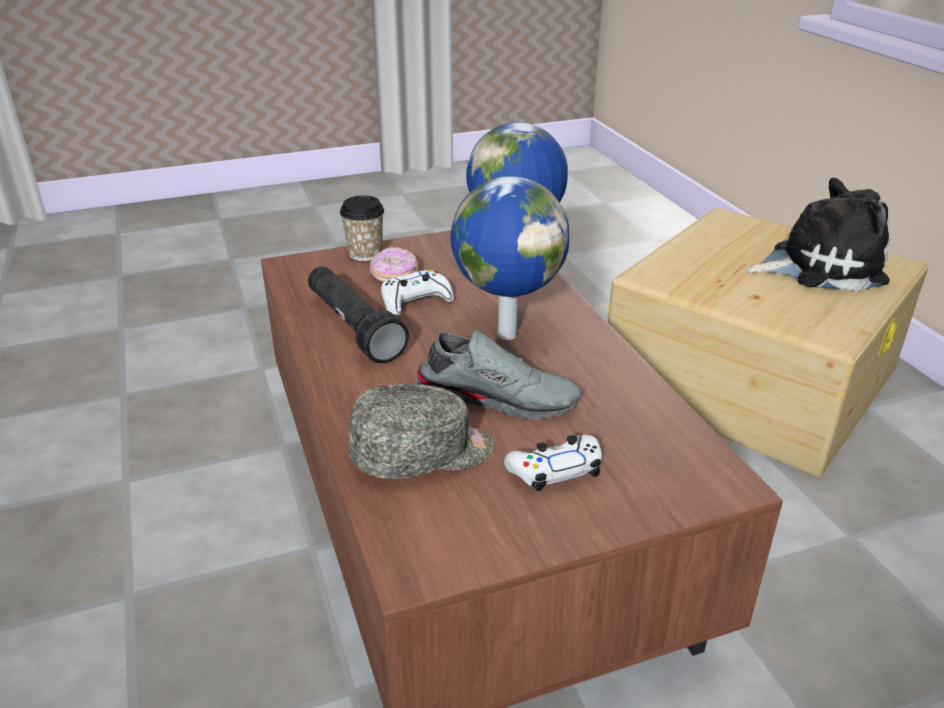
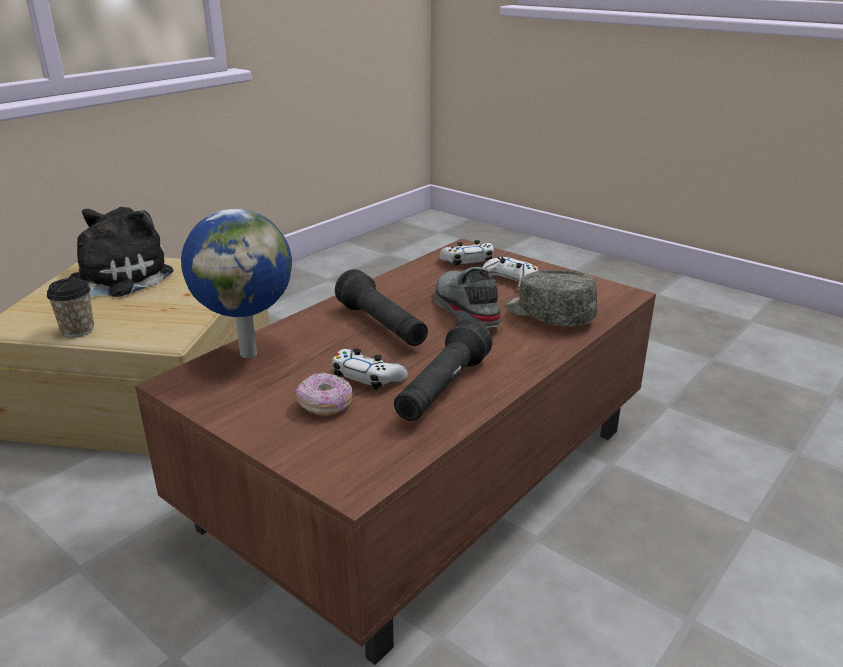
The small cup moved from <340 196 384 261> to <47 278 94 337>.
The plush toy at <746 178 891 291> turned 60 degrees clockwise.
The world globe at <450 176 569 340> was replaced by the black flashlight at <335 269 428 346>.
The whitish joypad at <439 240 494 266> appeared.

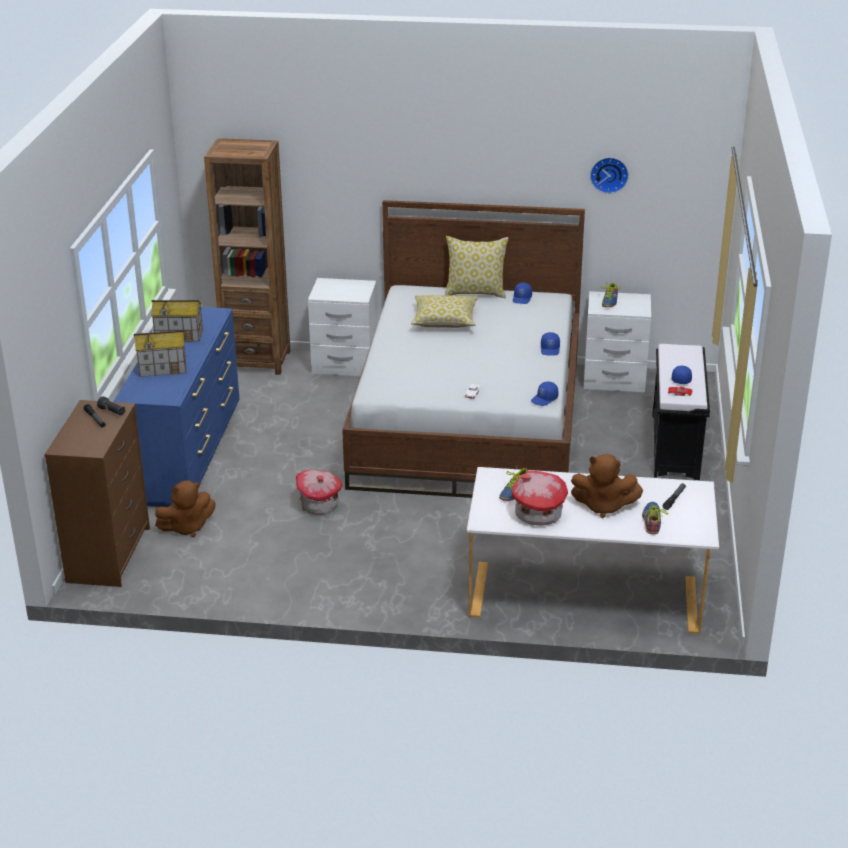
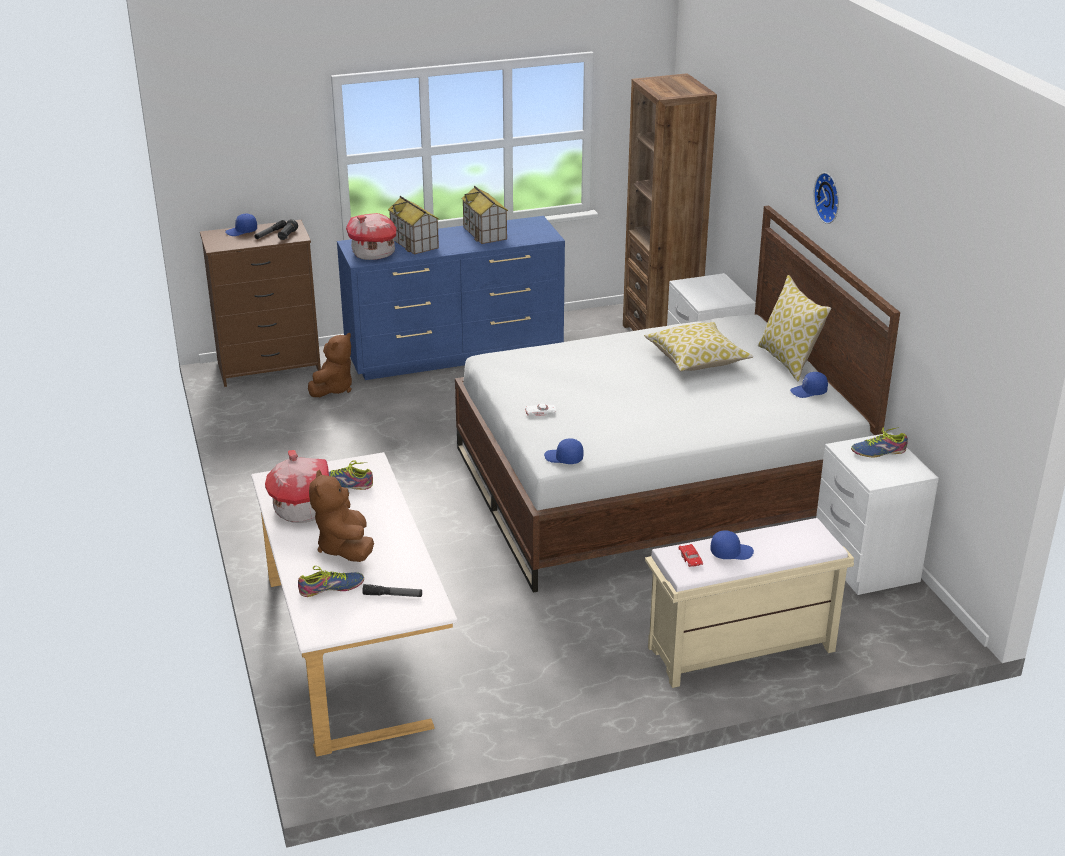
The bluish peaked cap moved from <541 332 560 356> to <225 214 257 236>.
The brown plush toy at <155 480 216 537> turned 105 degrees counterclockwise.
The miniature house moved from <296 469 342 515> to <346 213 396 260>.
The black bench at <652 344 710 480> became the beige-coloured bench at <645 518 854 688>.
The wall clock moved from <590 157 629 194> to <813 172 839 224>.

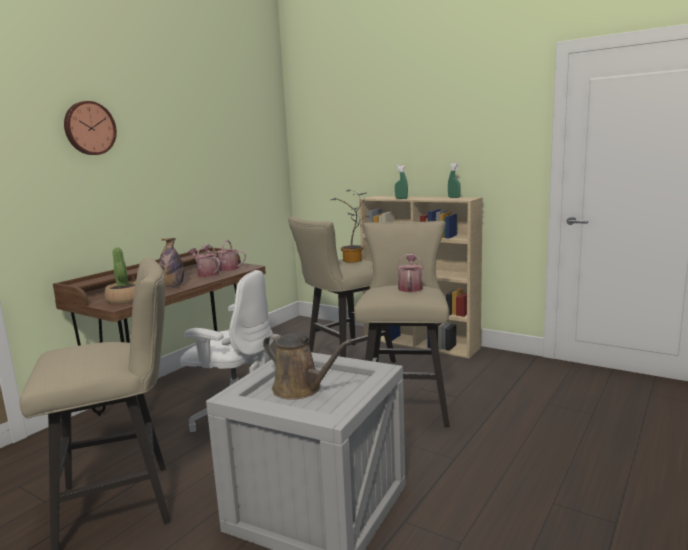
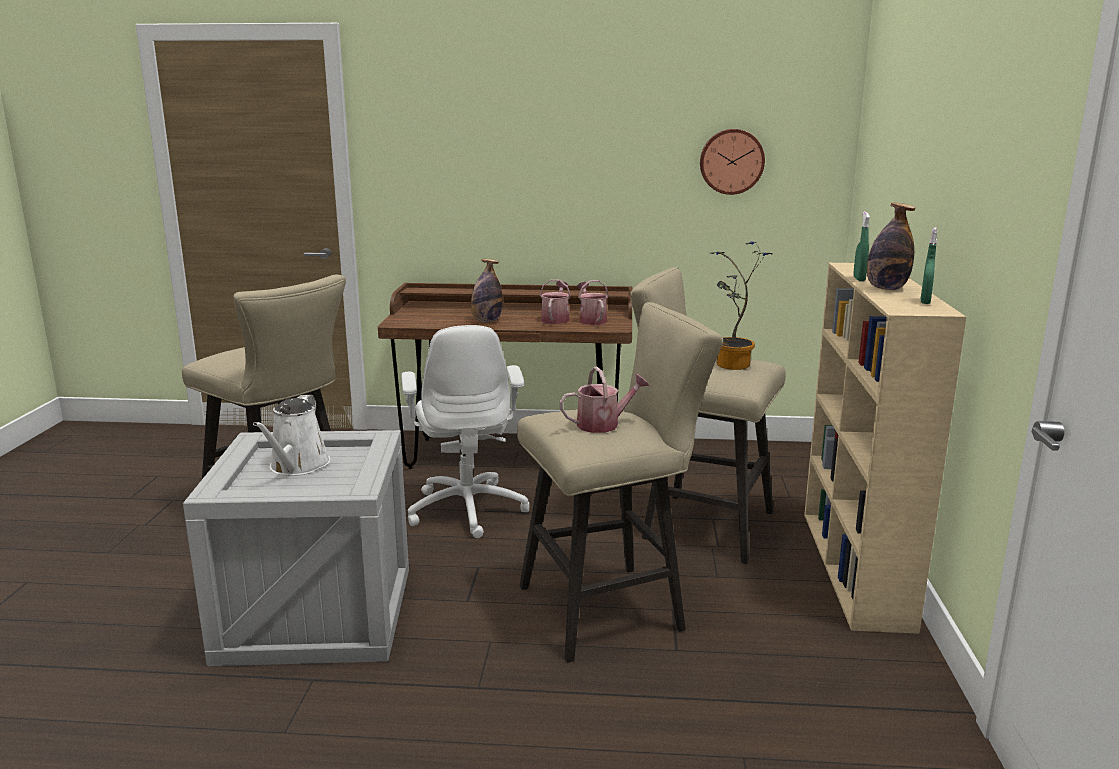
The brown watering can at <263 334 351 400> became the whitish watering can at <253 395 331 476>.
The wall clock moved from <64 101 117 155> to <700 129 765 195>.
The bottle at <867 203 916 290> appeared.
The potted plant at <105 248 136 304> disappeared.

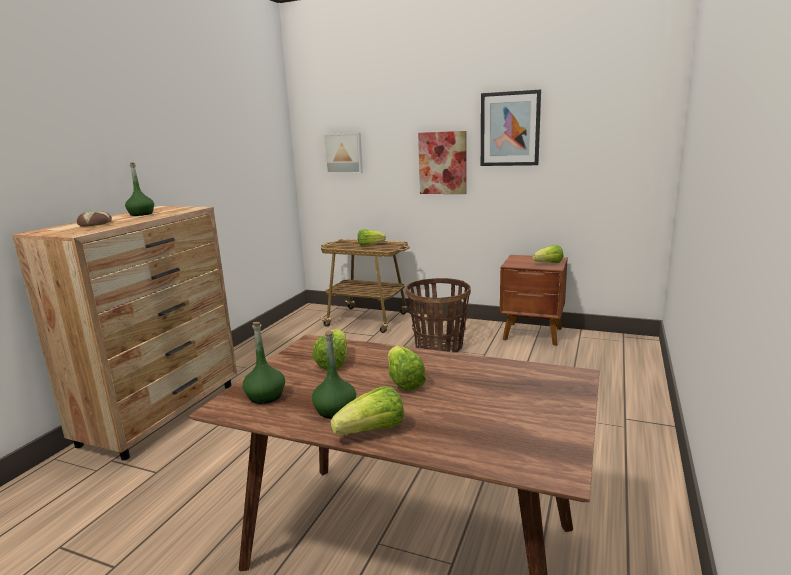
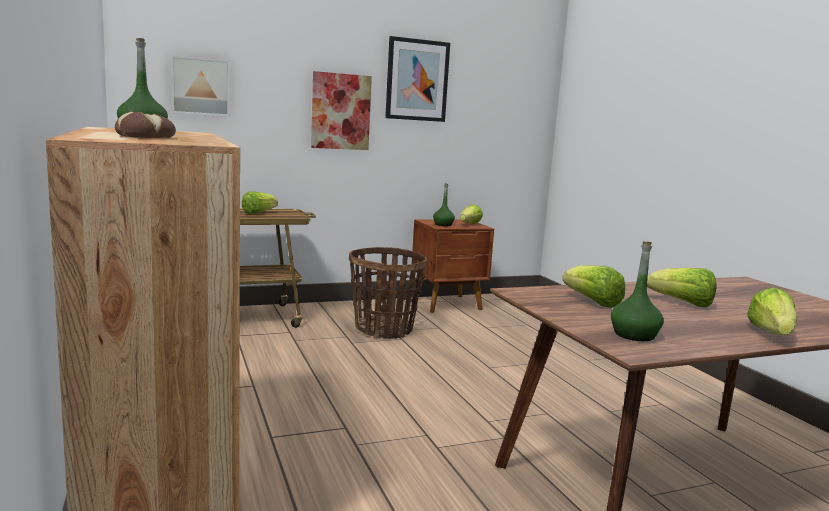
The greenish bottle moved from <312 331 356 419> to <433 183 455 226>.

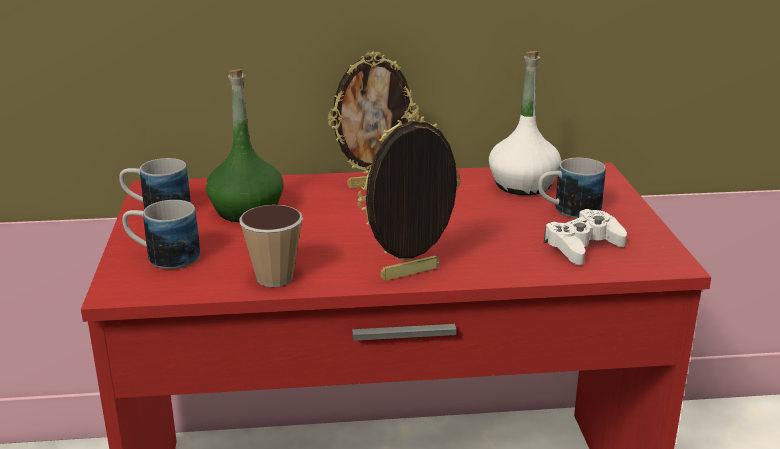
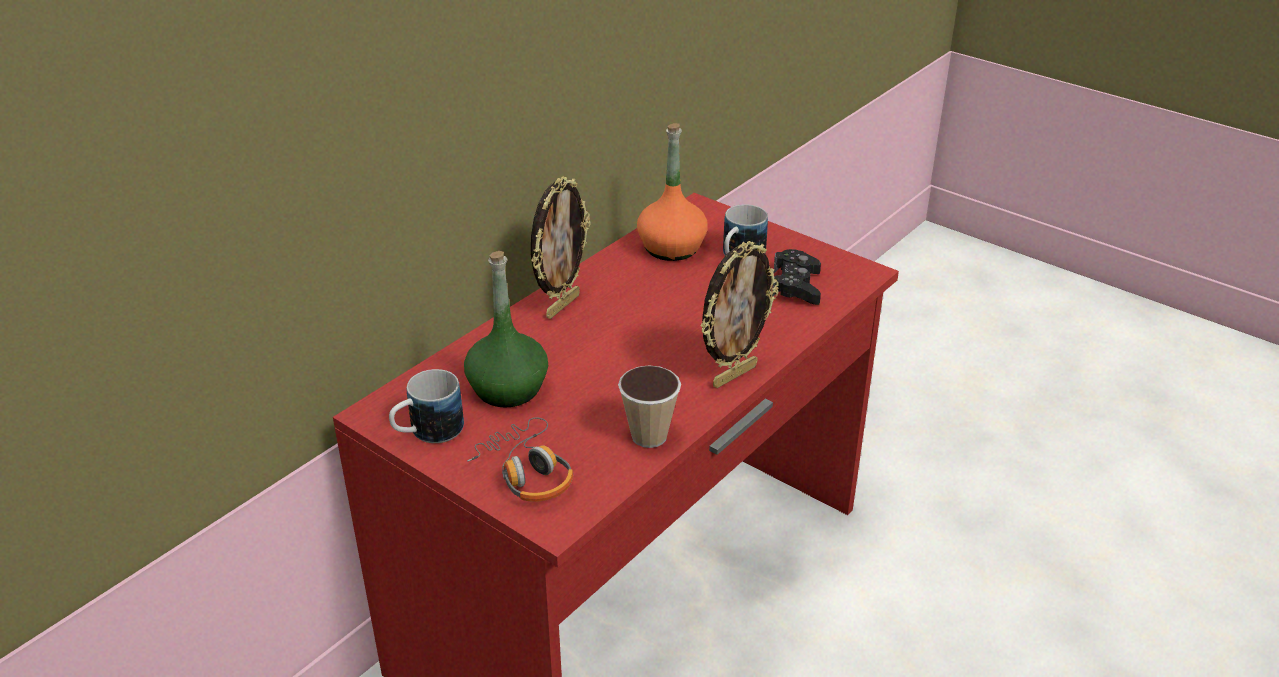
The coffee mug at <122 200 200 269> was replaced by the headphones at <467 417 573 502>.
The whitish bottle at <489 51 561 195> became the orangey bottle at <637 123 708 261>.
The standing frame at <358 113 461 281> turned 150 degrees counterclockwise.
The whitish joypad at <544 209 627 265> became the black joypad at <772 249 821 305>.

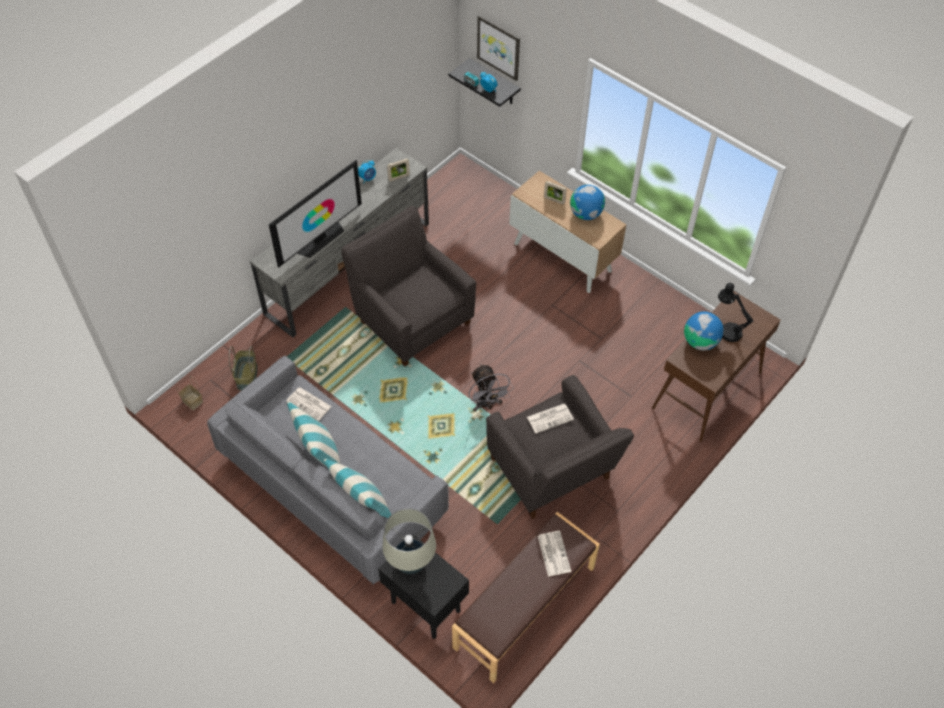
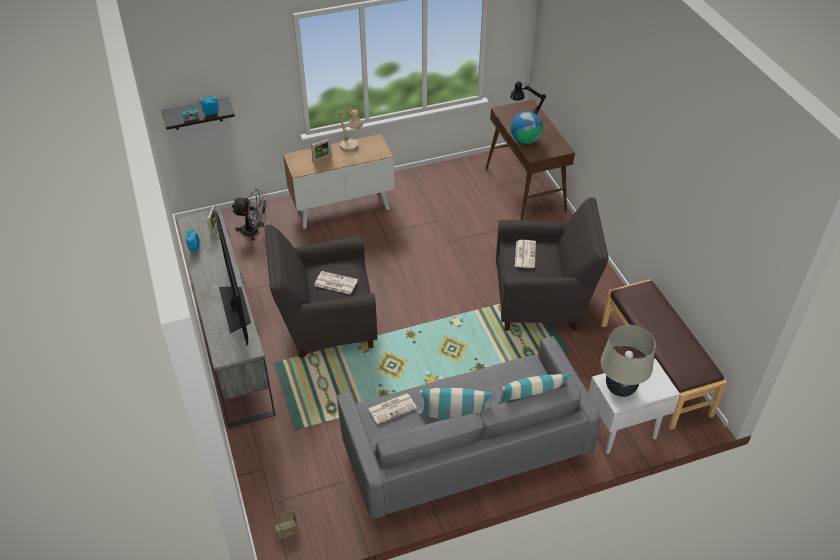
The greyish cooling fan moved from <468 364 513 411> to <232 189 269 241>.
The printed paper moved from <538 531 571 577> to <314 271 358 294>.
The world globe at <570 185 605 220> was replaced by the beige-coloured table lamp at <338 109 363 152>.
The black side table at <378 534 469 639> became the whitish side table at <589 358 680 454>.
The household basket at <229 346 258 391> disappeared.
The wall art at <477 15 520 81> disappeared.

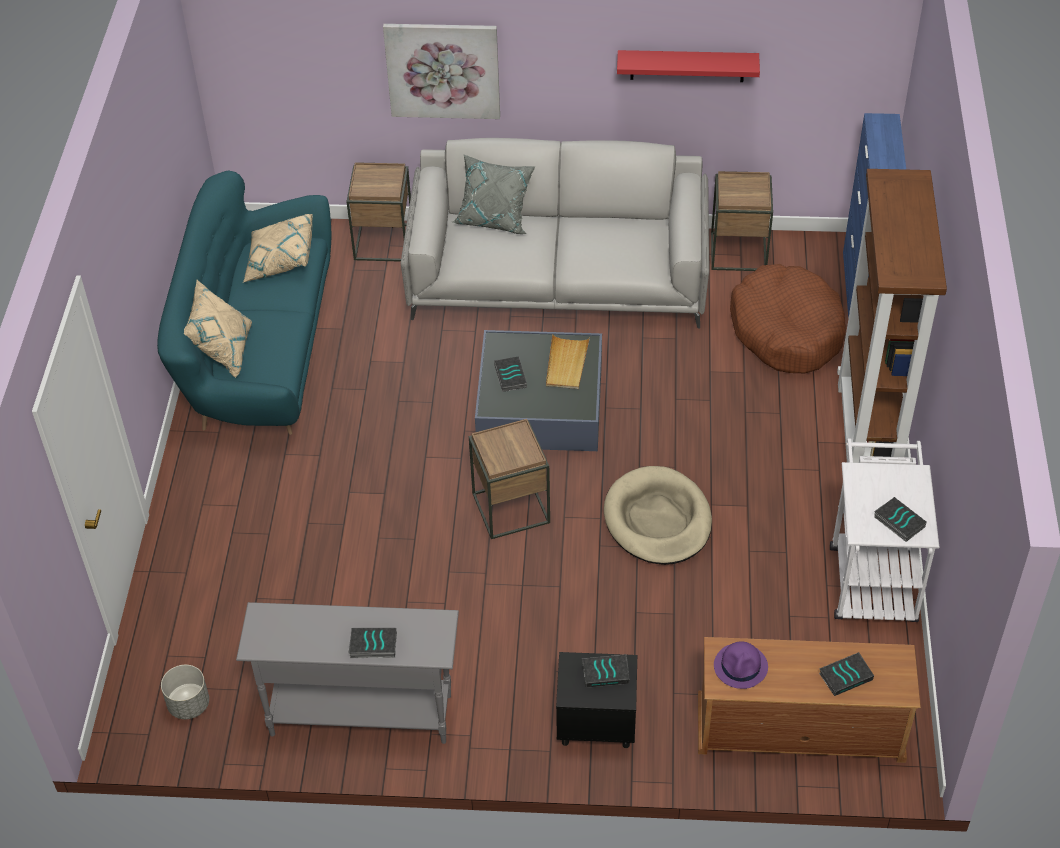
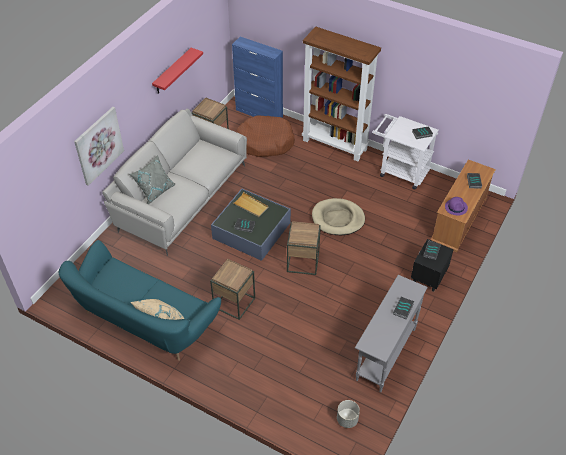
The brown side table moved from <346 162 411 262> to <210 259 255 320>.
The beige-coloured throw pillow at <243 213 313 283> disappeared.

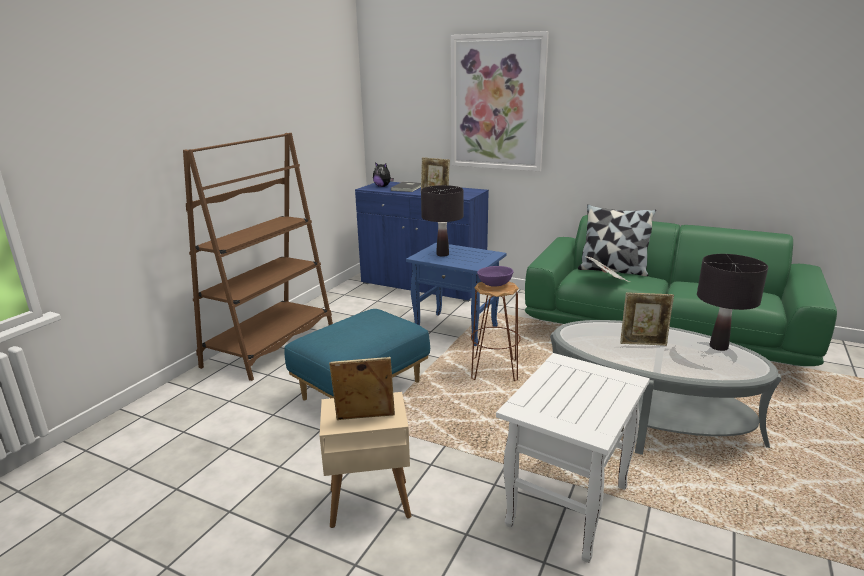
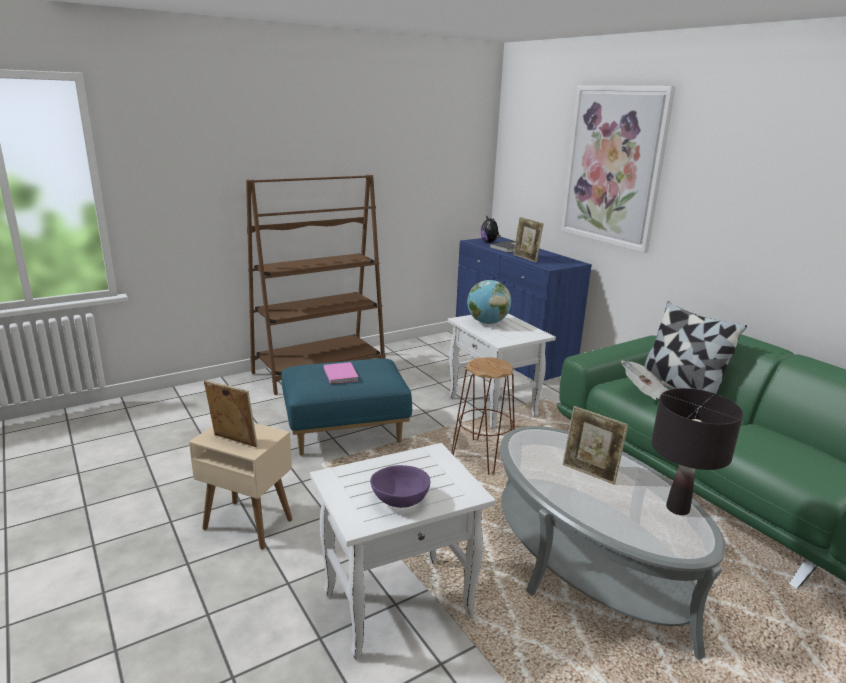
The pink-coloured volume at <324 362 359 384> appeared.
The purplish serving bowl moved from <477 266 514 286> to <370 465 430 508>.
The bluish side table at <406 242 506 346> became the whitish side table at <448 313 556 429>.
The black table lamp at <421 185 463 257> was replaced by the world globe at <467 280 511 324>.

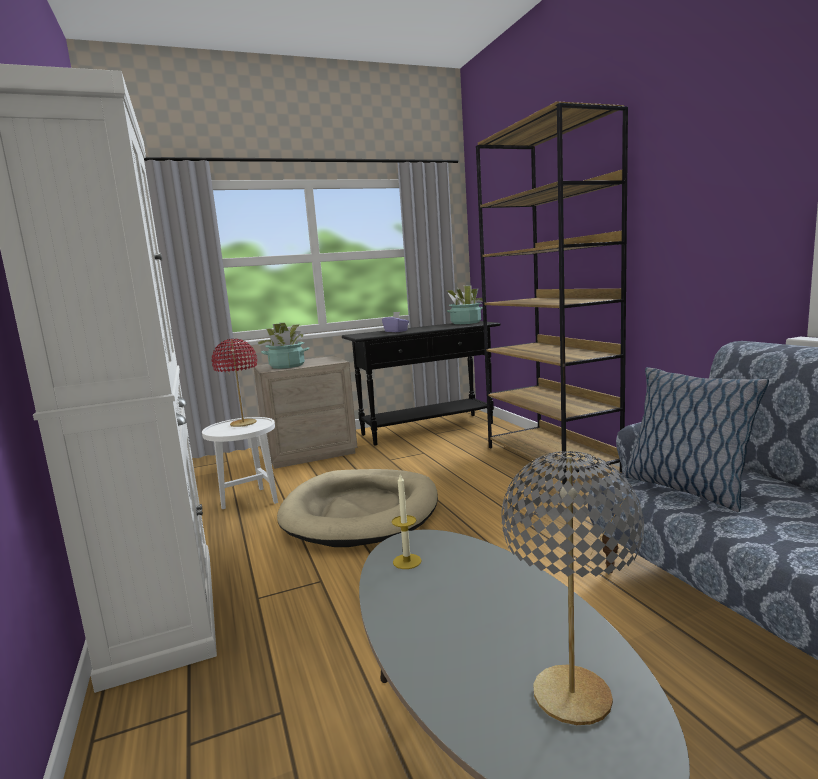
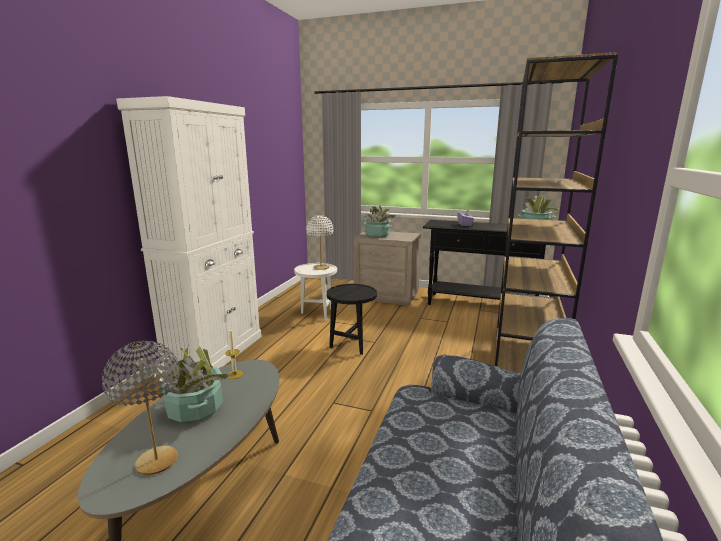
The potted plant at <154 345 234 423> appeared.
The red-coloured table lamp at <212 338 257 427> became the whitish table lamp at <307 215 333 270>.
The beige-coloured pet bed at <277 469 438 547> was replaced by the black side table at <326 284 377 355>.
The throw pillow at <623 367 769 512> disappeared.

